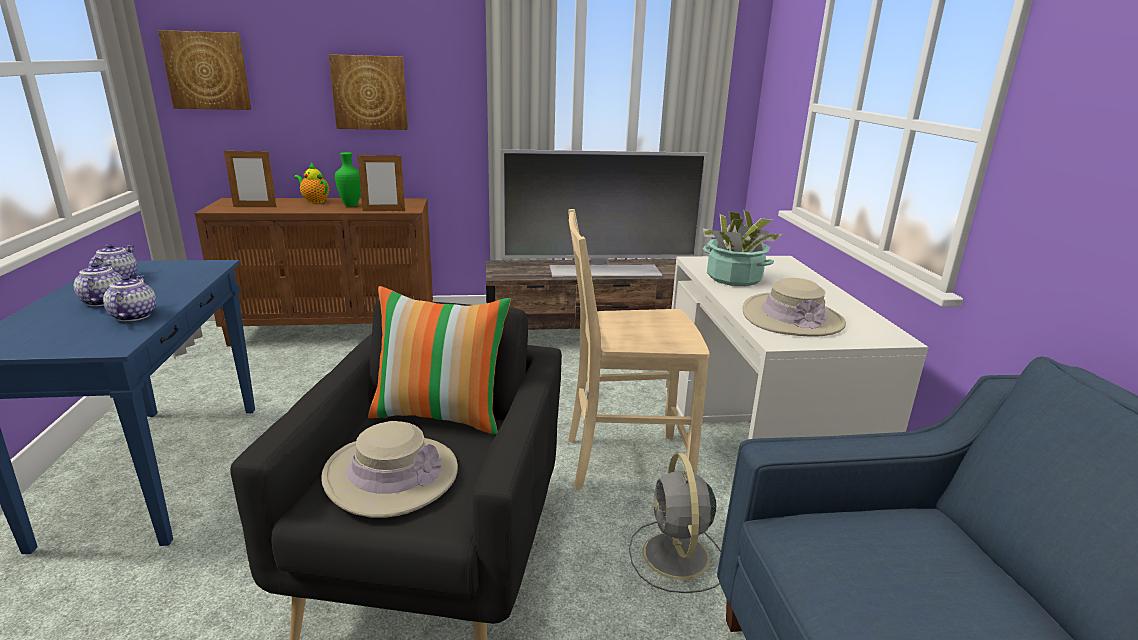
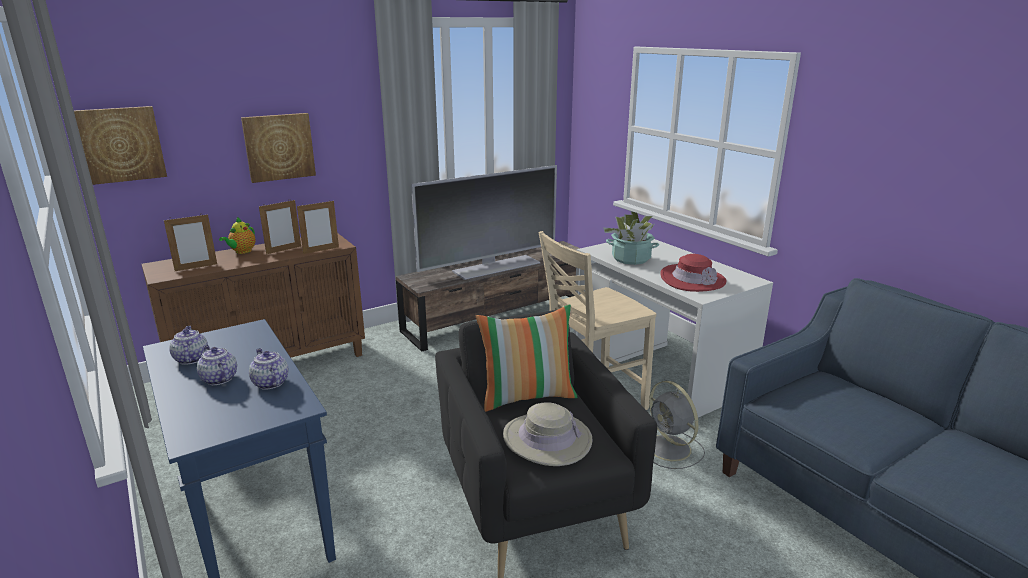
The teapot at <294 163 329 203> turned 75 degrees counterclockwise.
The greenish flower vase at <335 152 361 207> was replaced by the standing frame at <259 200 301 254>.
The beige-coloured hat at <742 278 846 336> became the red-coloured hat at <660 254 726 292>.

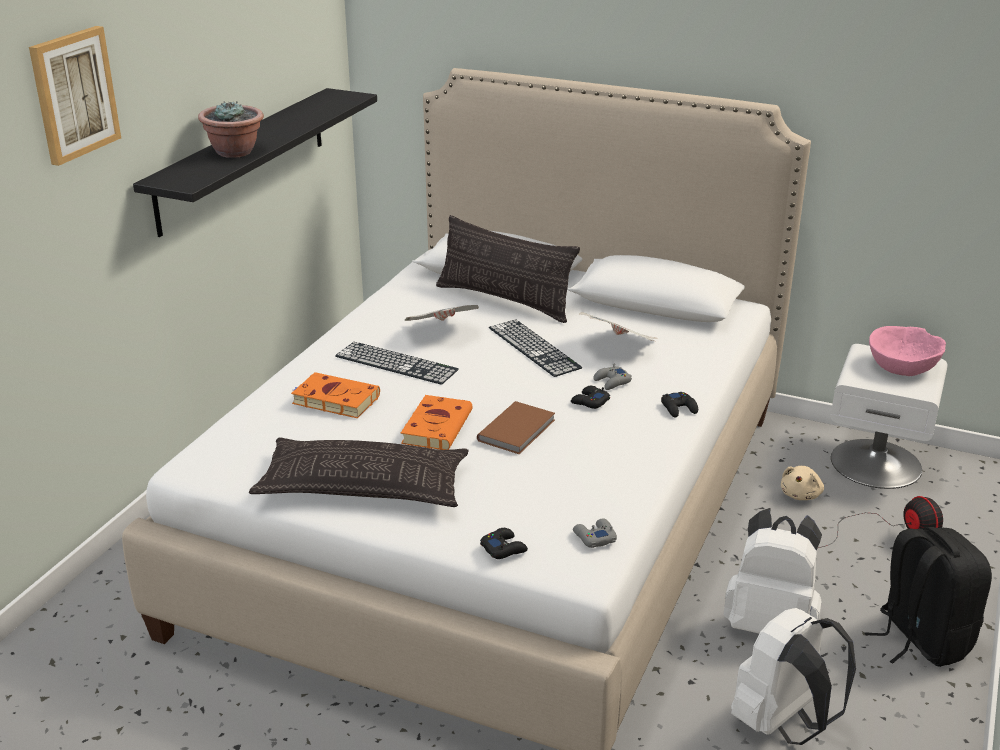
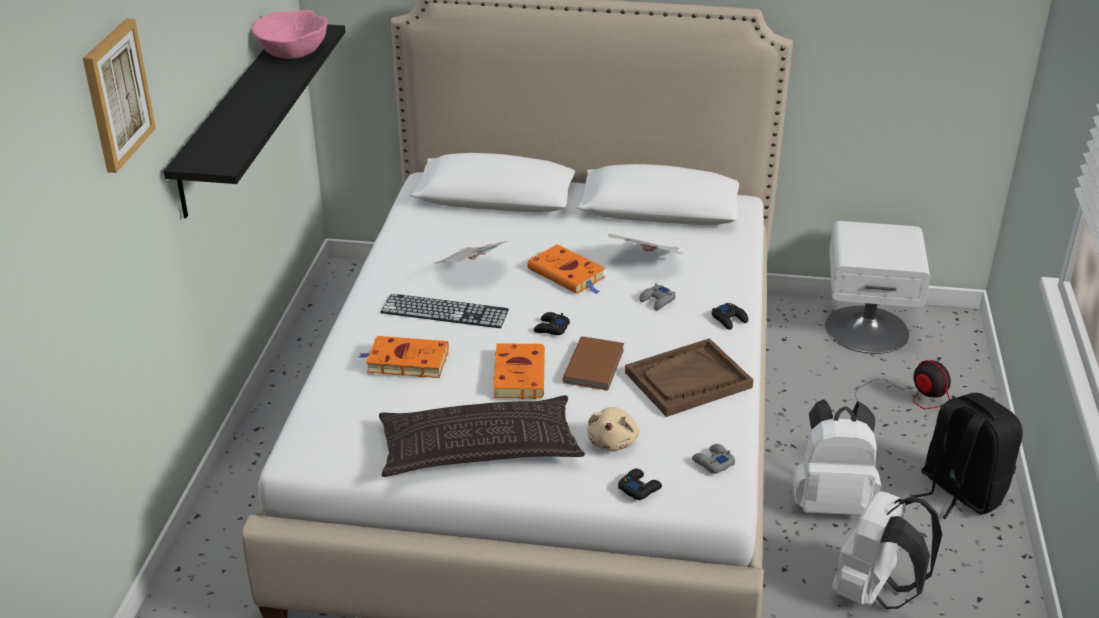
The pink-coloured serving bowl moved from <869 326 946 376> to <252 10 328 59>.
The keyboard at <489 320 582 377> was replaced by the orangey volume at <527 244 605 294>.
The black joypad moved from <571 386 610 409> to <534 312 570 335>.
The beige-coloured plush toy moved from <781 466 824 500> to <587 407 640 451>.
The brown tray at <625 338 753 417> appeared.
The potted plant at <198 101 264 158> disappeared.
The throw pillow at <436 215 580 323> disappeared.

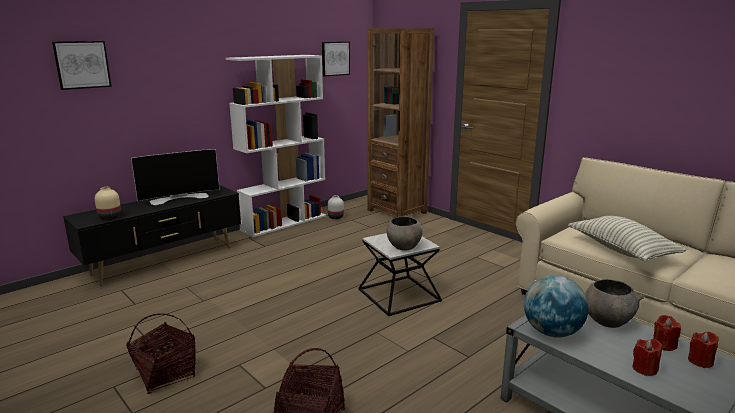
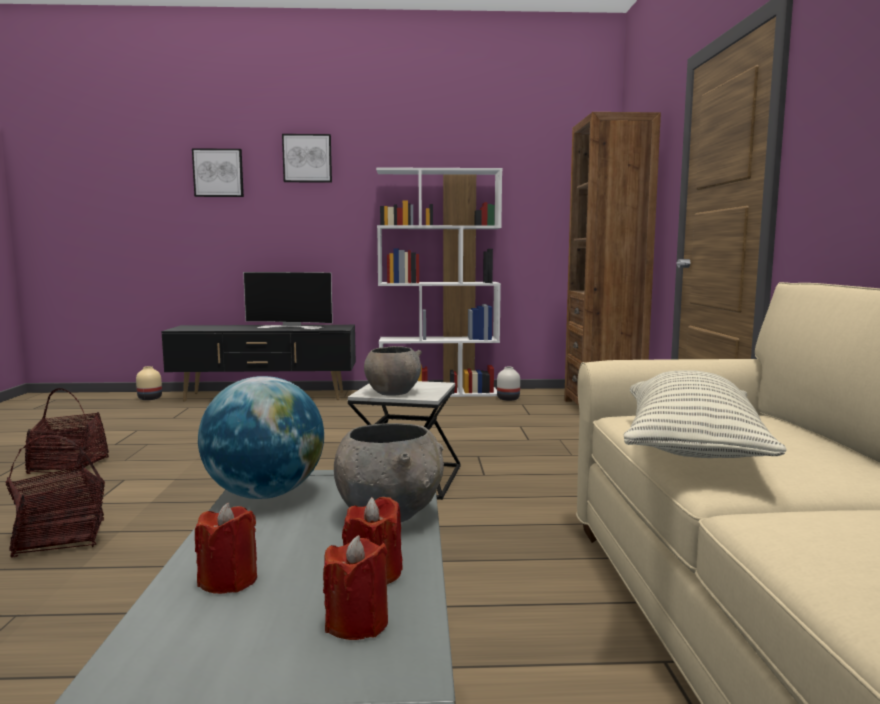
The beige-coloured flower vase moved from <95 187 121 220> to <136 366 162 400>.
The wall art moved from <322 42 350 77> to <282 134 332 183>.

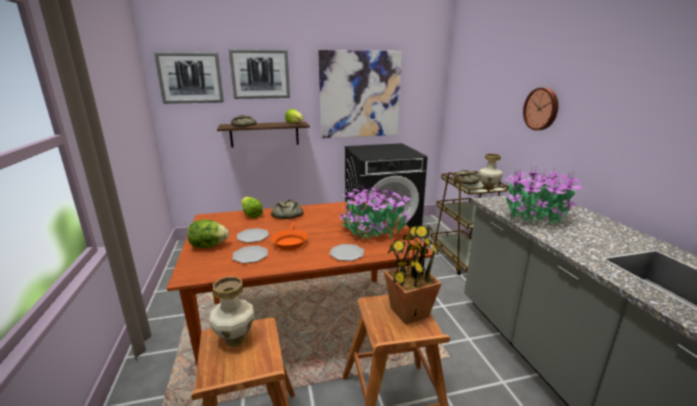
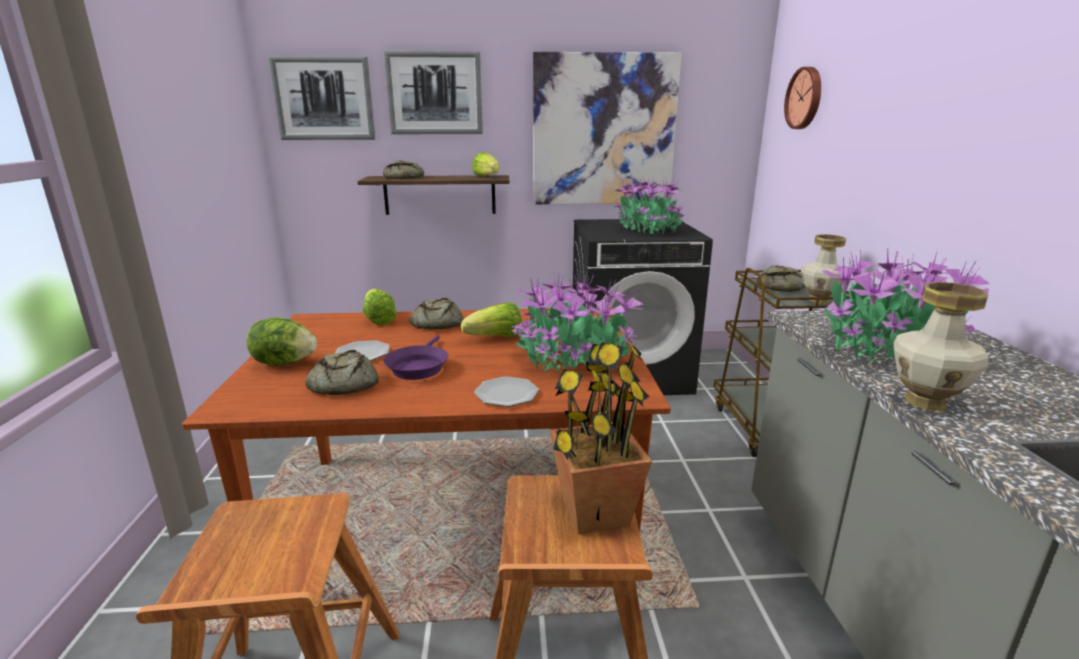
The flat dish at <232 246 268 264> was replaced by the baked bread at <305 350 379 395>.
The orangey skillet at <271 223 308 250> became the purplish skillet at <383 335 448 380>.
The lettuce at <461 302 522 337> appeared.
The potted plant at <614 176 686 235> appeared.
The wall clock moved from <523 88 558 130> to <784 67 821 129>.
The flower vase moved from <209 277 254 347> to <894 282 989 411>.

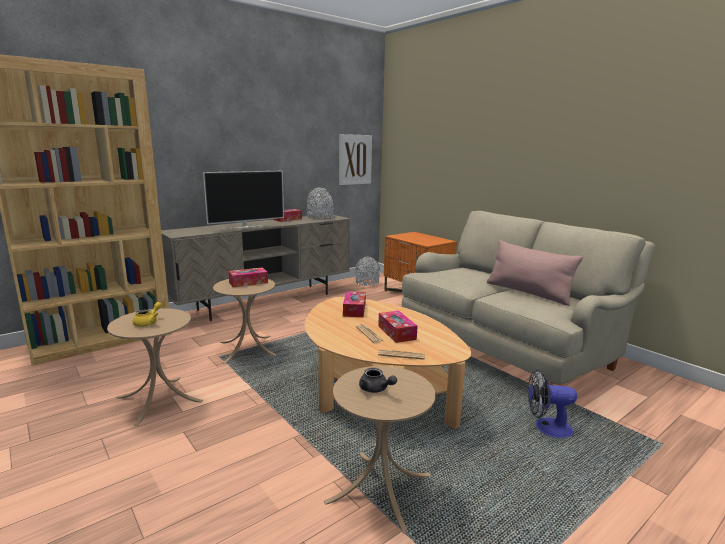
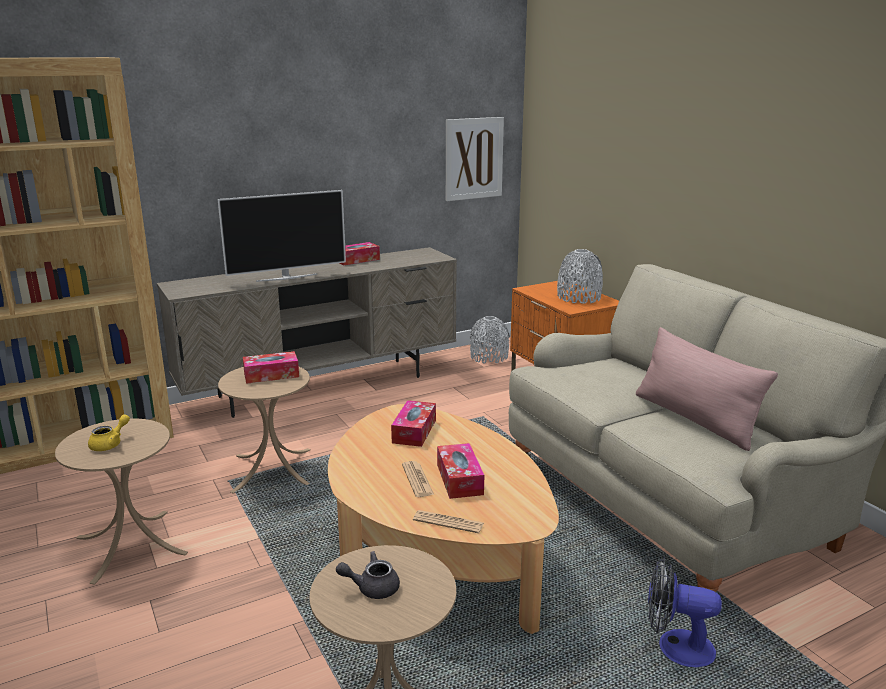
The greyish teapot at <359 368 397 393> turned 120 degrees clockwise.
The greyish flower vase moved from <307 188 333 219> to <557 249 603 304>.

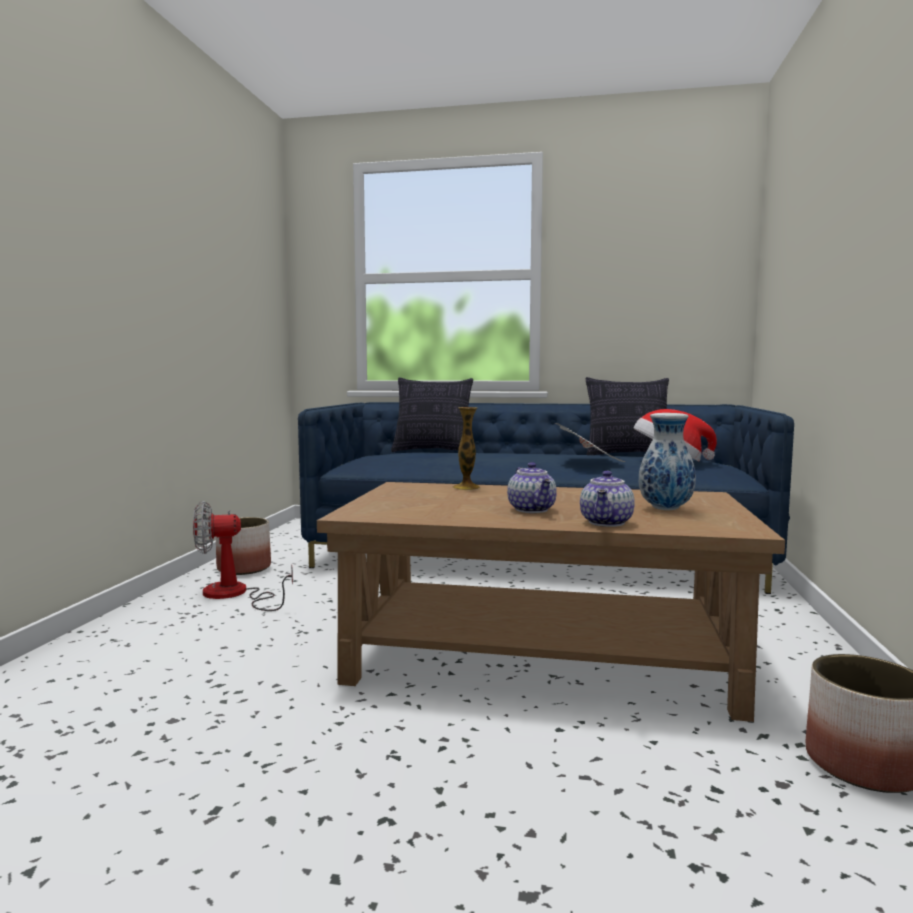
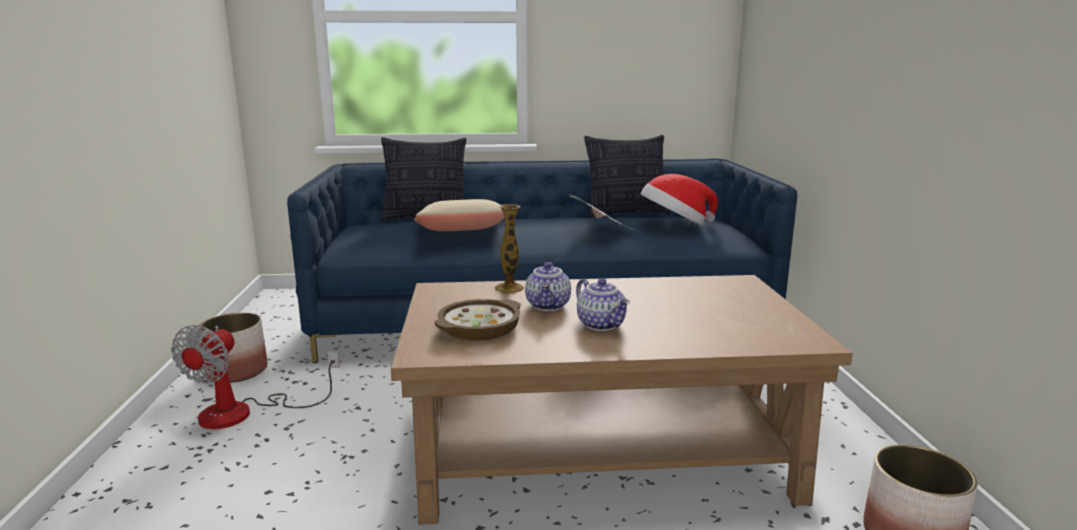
The cooling fan at <193 501 293 611> turned 45 degrees counterclockwise.
The beige-coloured throw pillow at <414 199 505 231> appeared.
The serving bowl at <434 299 521 340> appeared.
The teapot moved from <580 471 635 527> to <525 262 571 311>.
The flower vase at <639 413 696 510> disappeared.

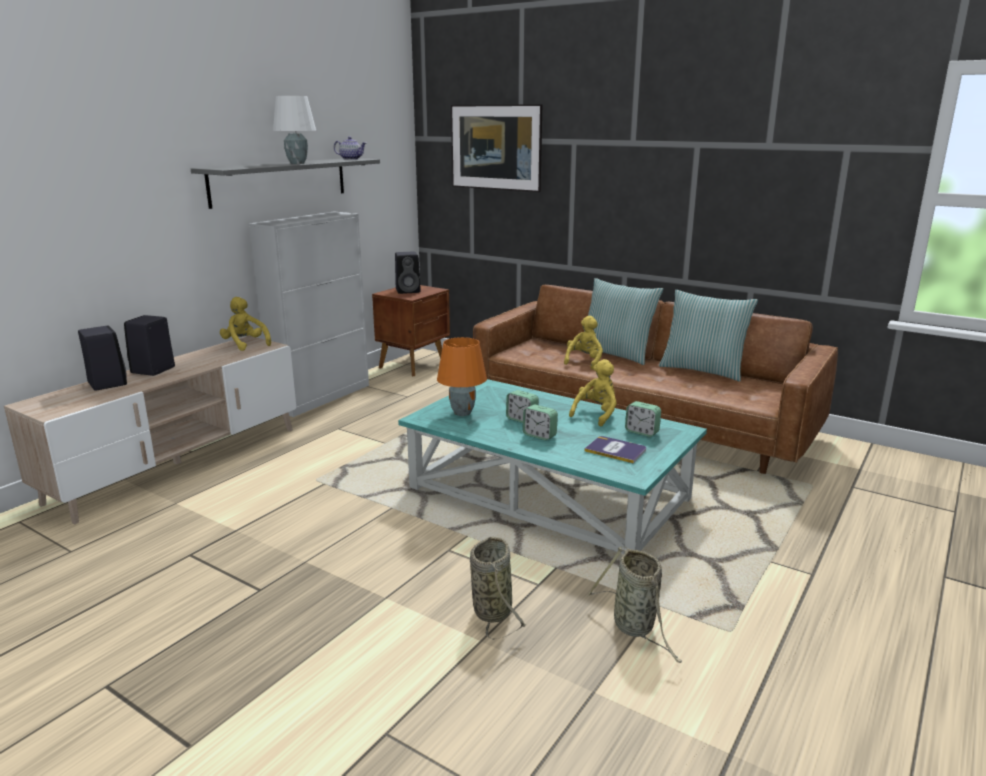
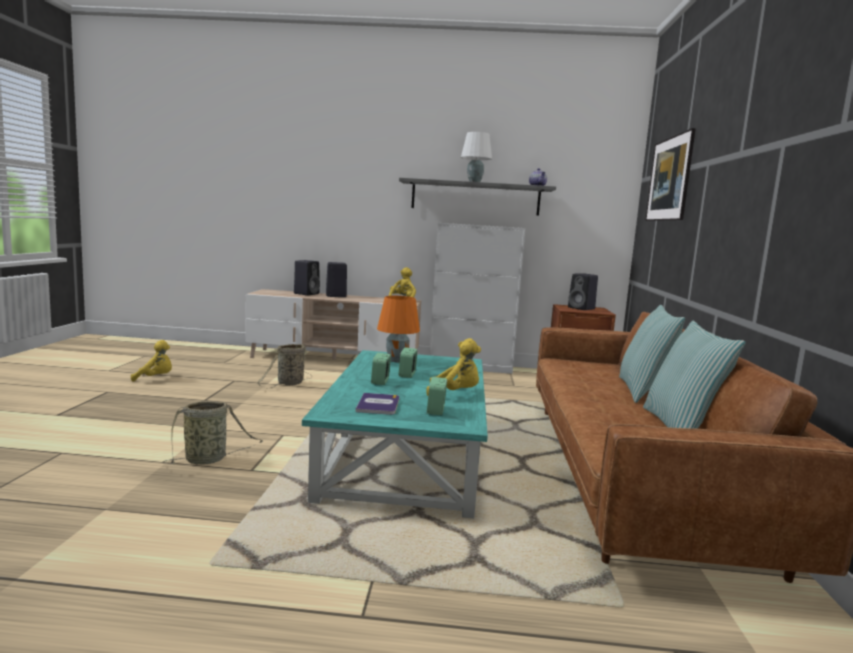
The yellow-coloured plush toy moved from <564 316 603 370> to <131 340 172 381>.
The household basket moved from <587 547 682 663> to <257 344 313 388>.

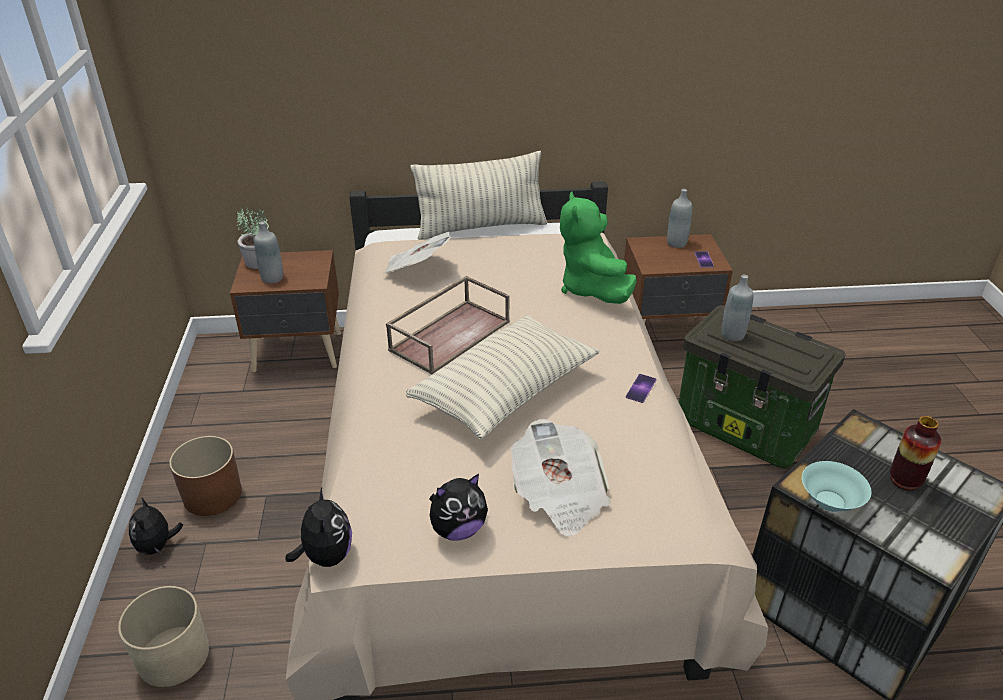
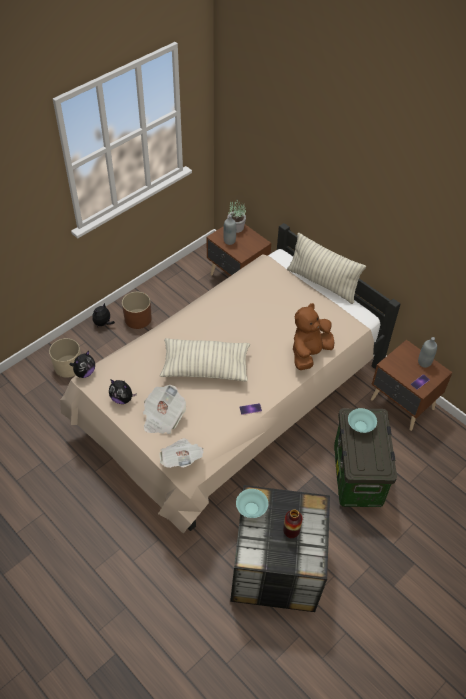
The printed paper moved from <383 232 451 274> to <160 438 204 468>.
The greenish plush toy at <560 192 637 304> became the brown plush toy at <293 303 335 370>.
The greyish bottle at <721 275 753 341> was replaced by the blue-green serving bowl at <348 408 377 433>.
The brown tray at <386 276 510 375> disappeared.

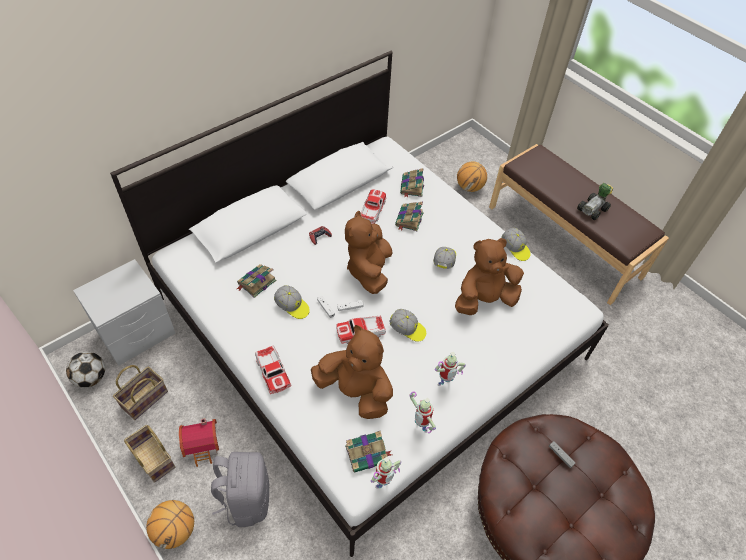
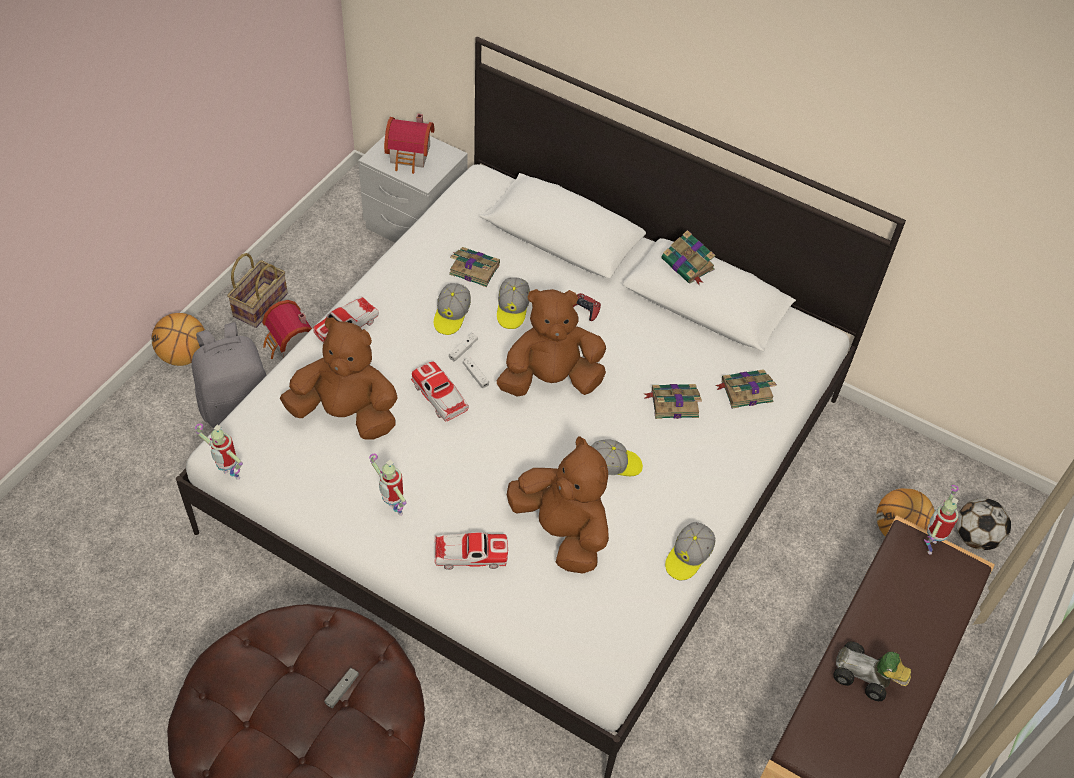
The brown plush toy at <311 325 393 419> turned 90 degrees counterclockwise.
The miniature house at <384 113 435 174> appeared.
The miniature car moved from <360 189 386 224> to <435 532 508 570>.
The peaked cap moved from <389 309 426 342> to <497 277 530 329>.
The volume moved from <345 431 392 473> to <661 230 716 285>.
The robot figure moved from <409 392 436 433> to <924 485 959 555>.
The football moved from <66 352 105 388> to <956 498 1011 550>.
The household basket at <113 365 168 420> disappeared.

